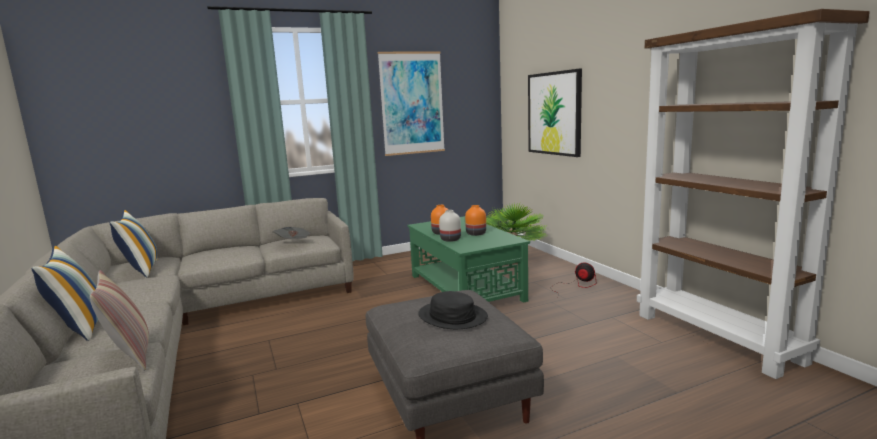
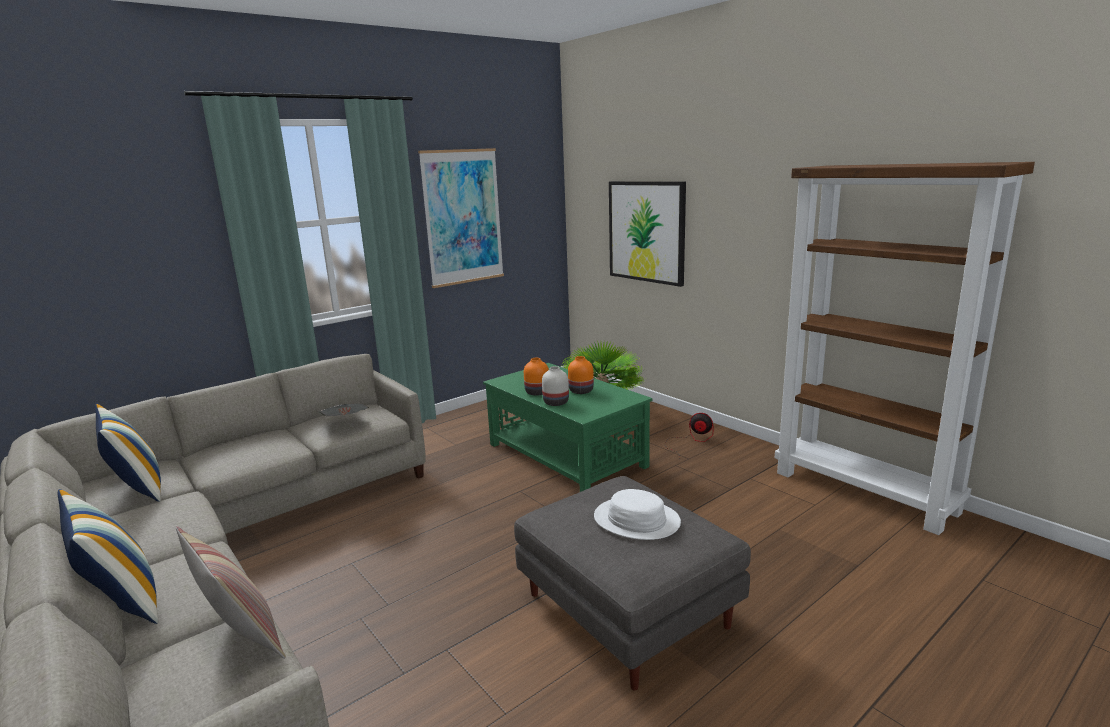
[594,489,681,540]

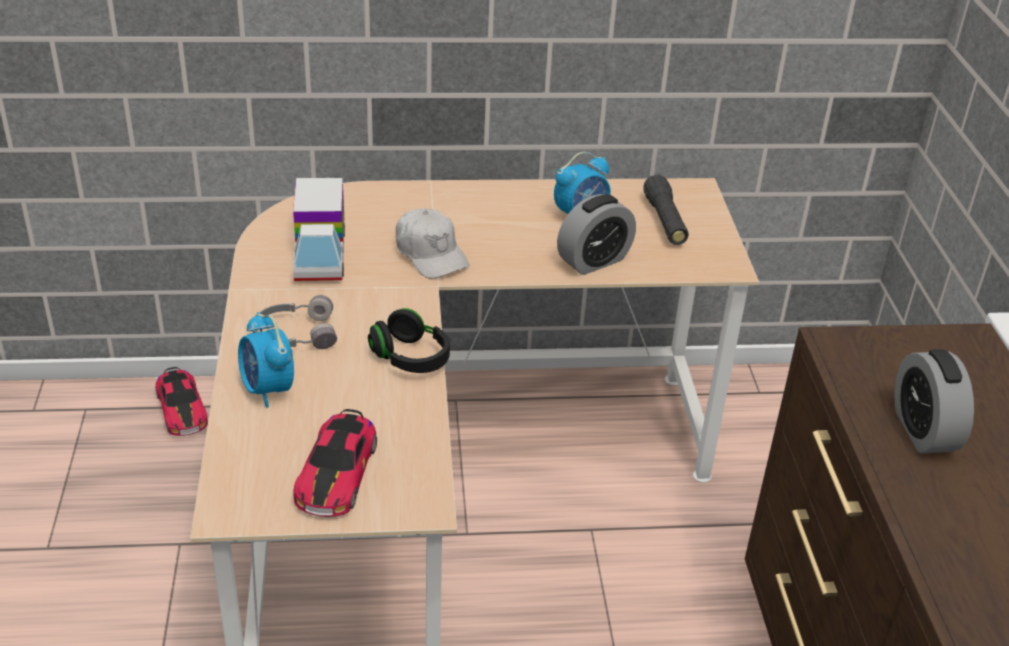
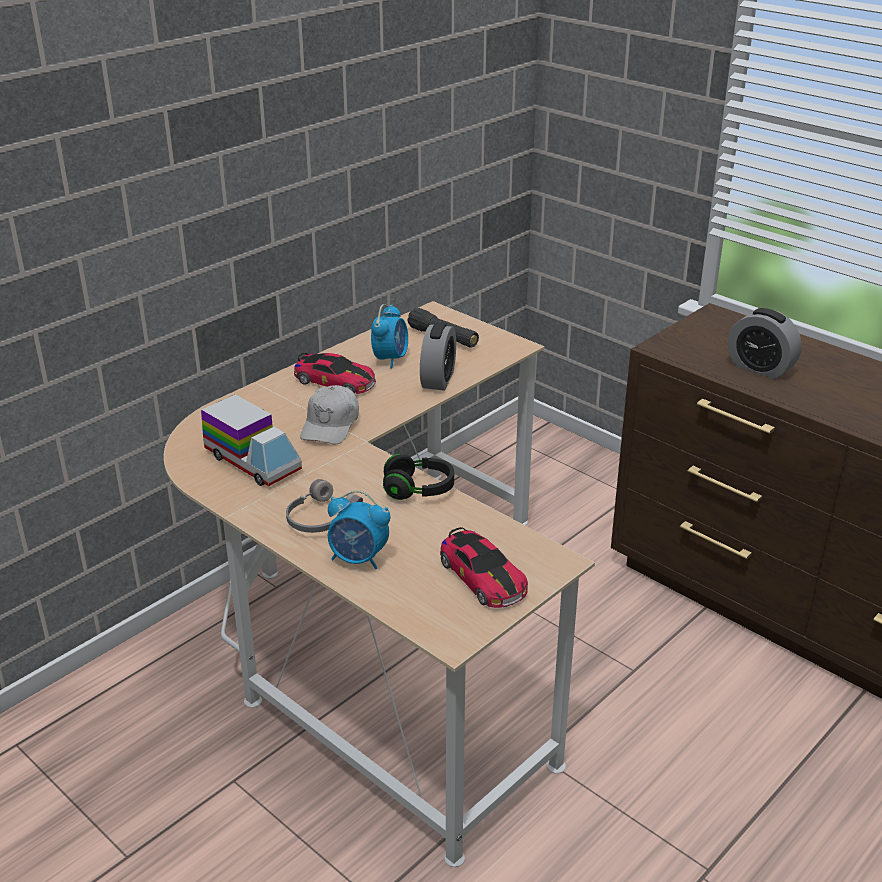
[294,353,376,394]
[300,385,359,444]

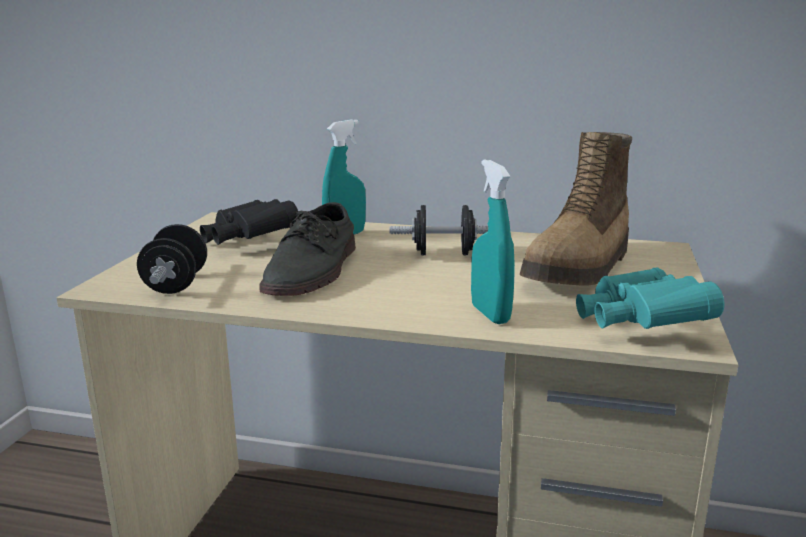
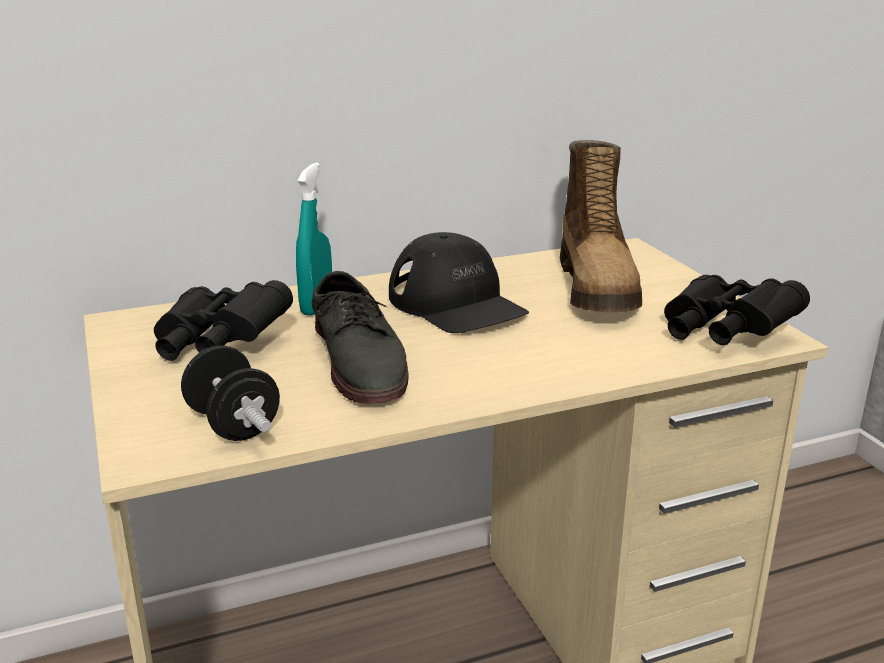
[389,232,529,333]
[664,275,810,345]
[471,159,515,324] (first image)

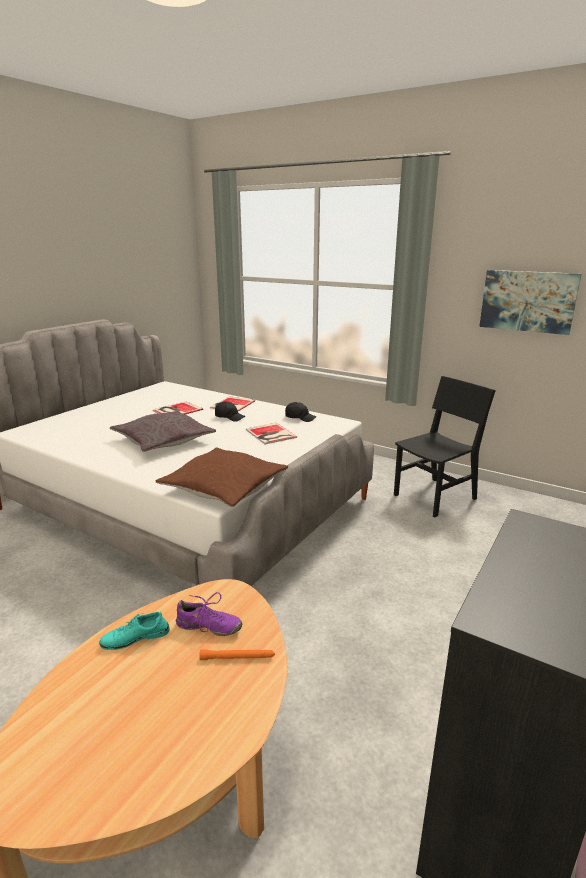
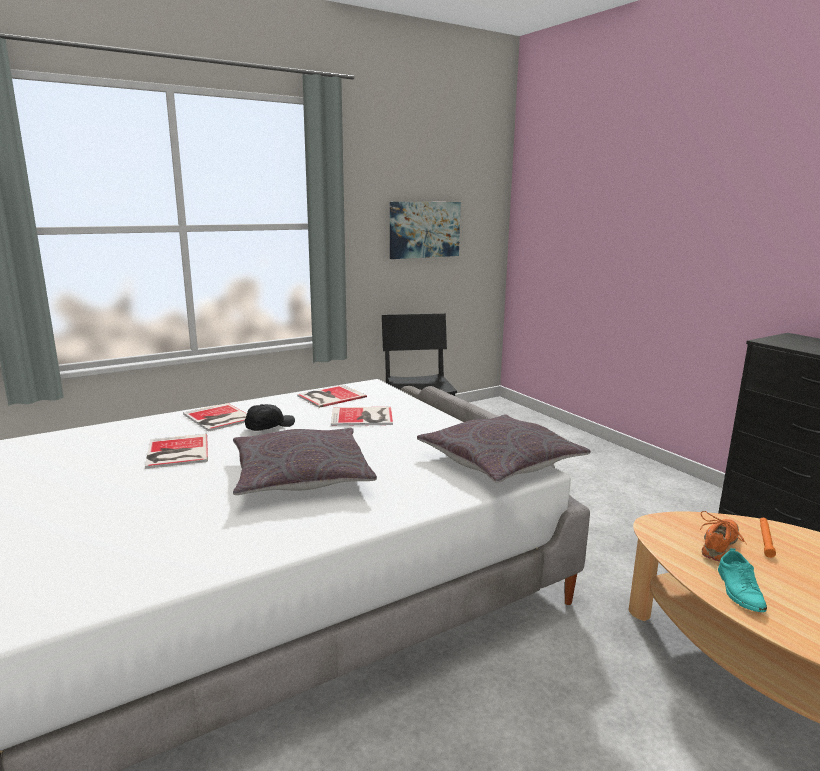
[297,385,367,408]
[417,414,591,483]
[700,511,747,562]

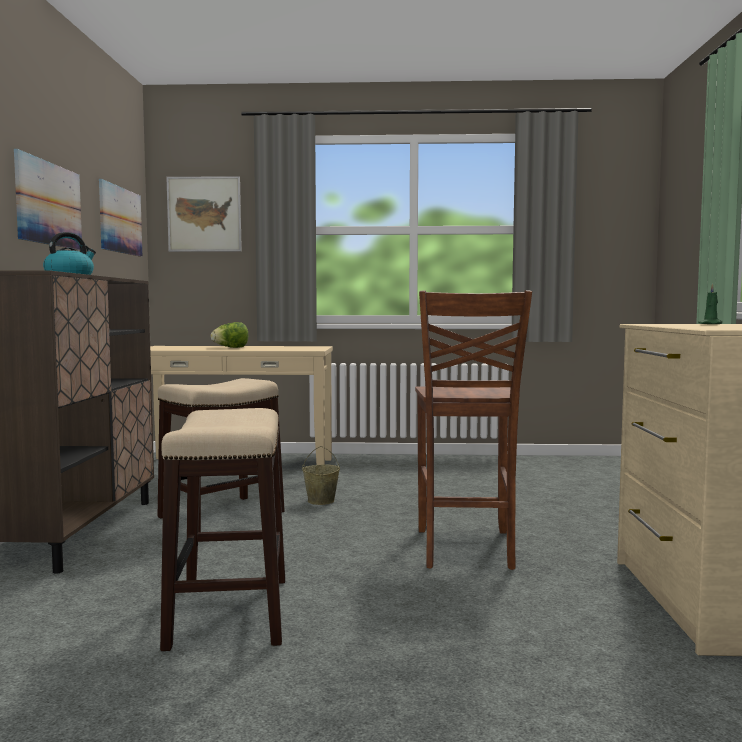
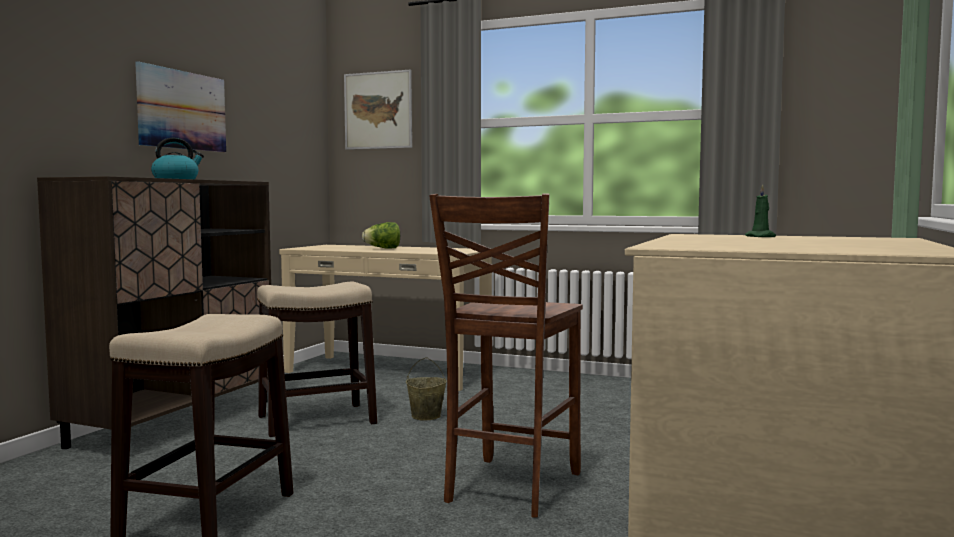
[99,179,142,257] (first image)

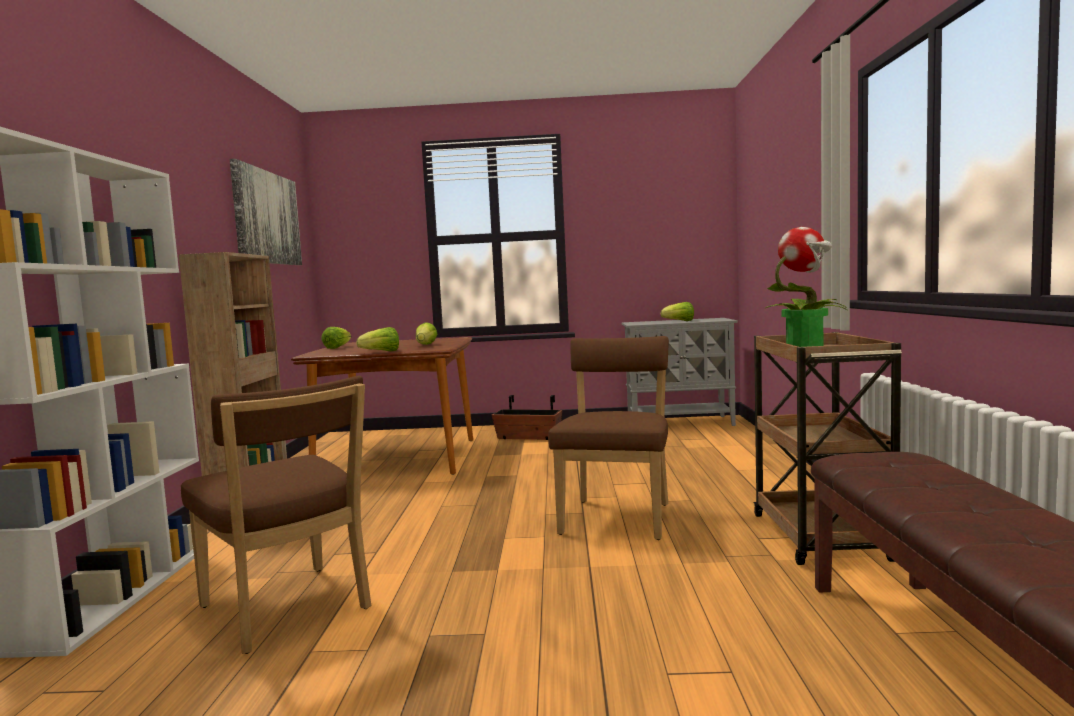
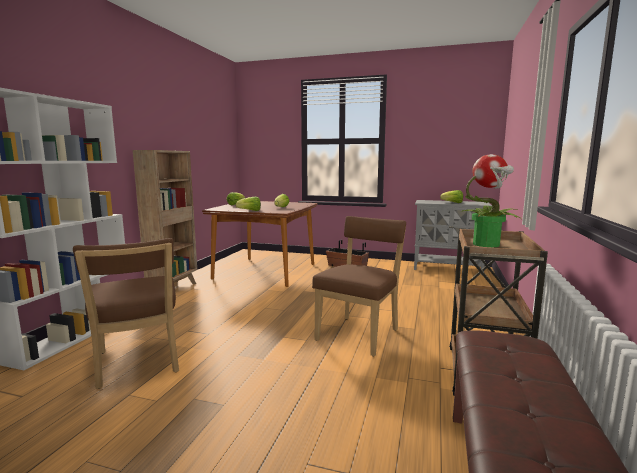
[230,159,302,265] (first image)

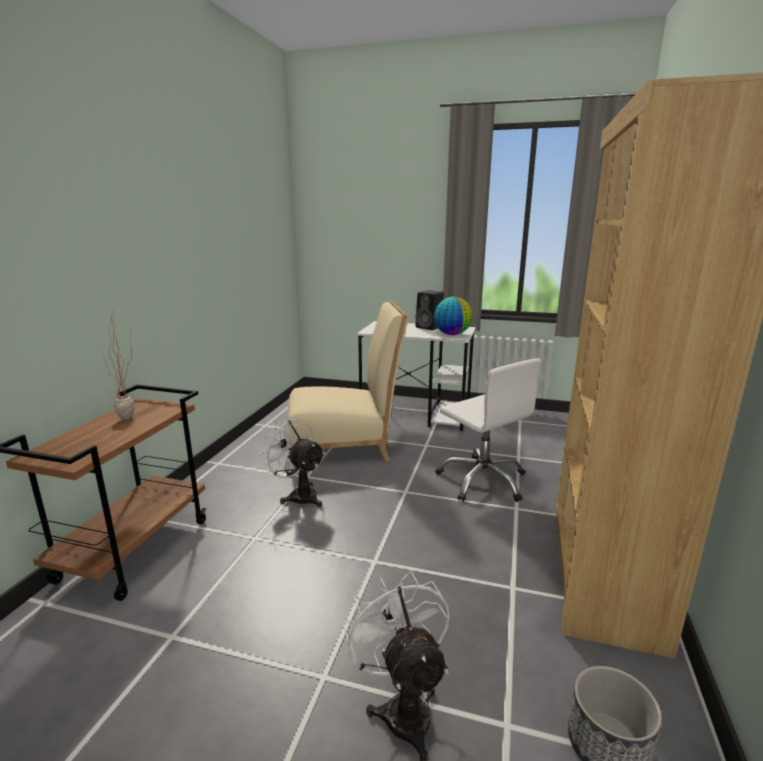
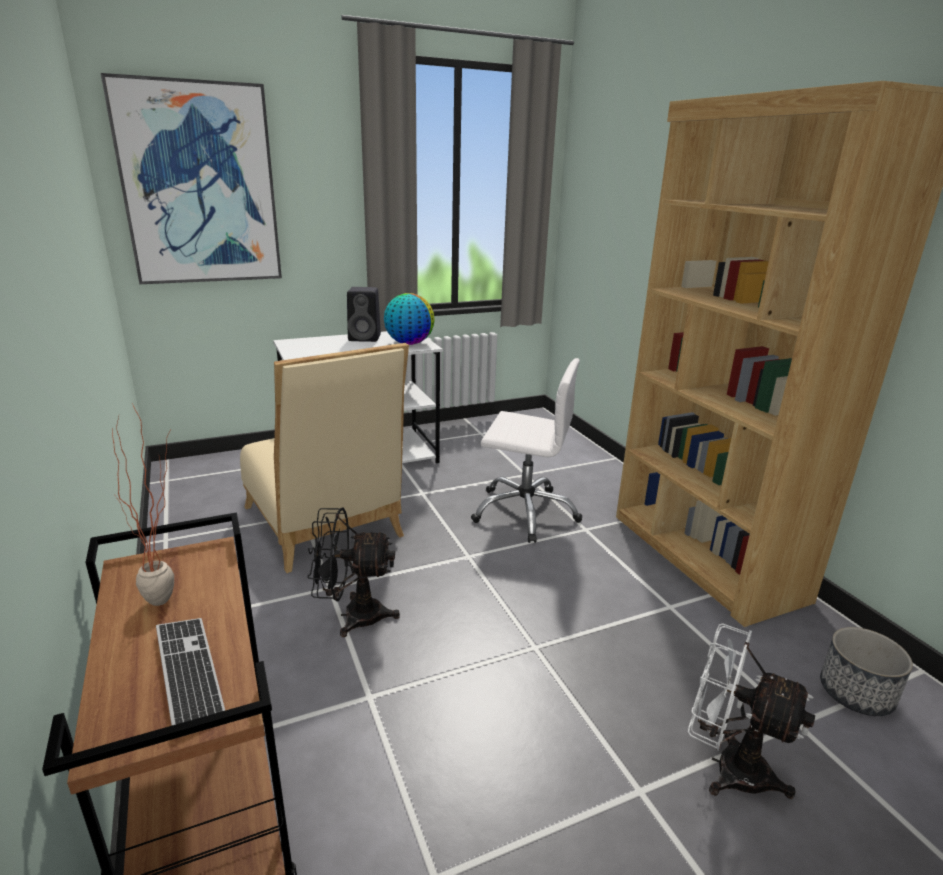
[101,73,282,284]
[156,618,225,726]
[240,343,409,573]
[308,508,400,637]

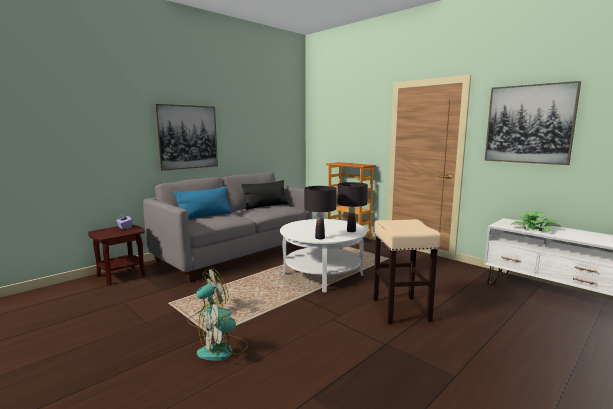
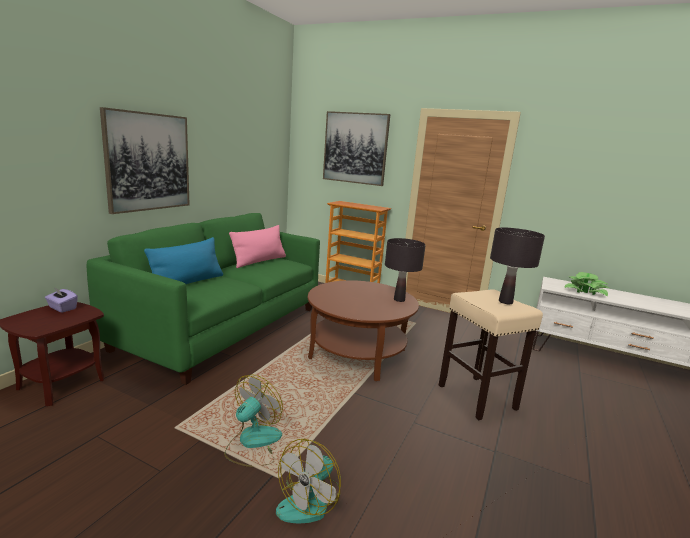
[87,213,320,385]
[229,225,286,268]
[308,280,419,381]
[323,111,390,186]
[490,228,545,304]

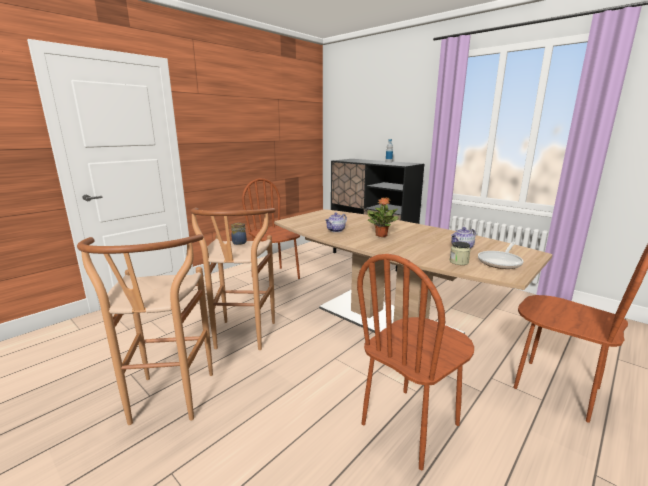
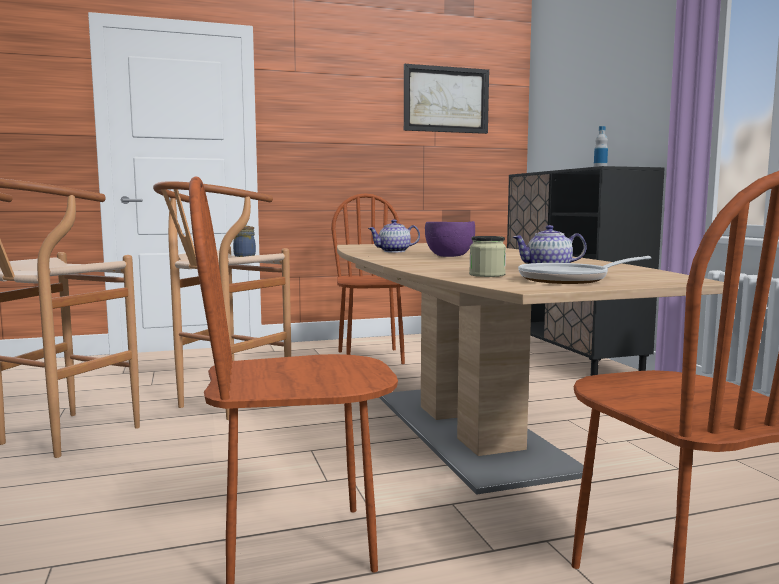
[404,64,489,134]
[425,221,475,257]

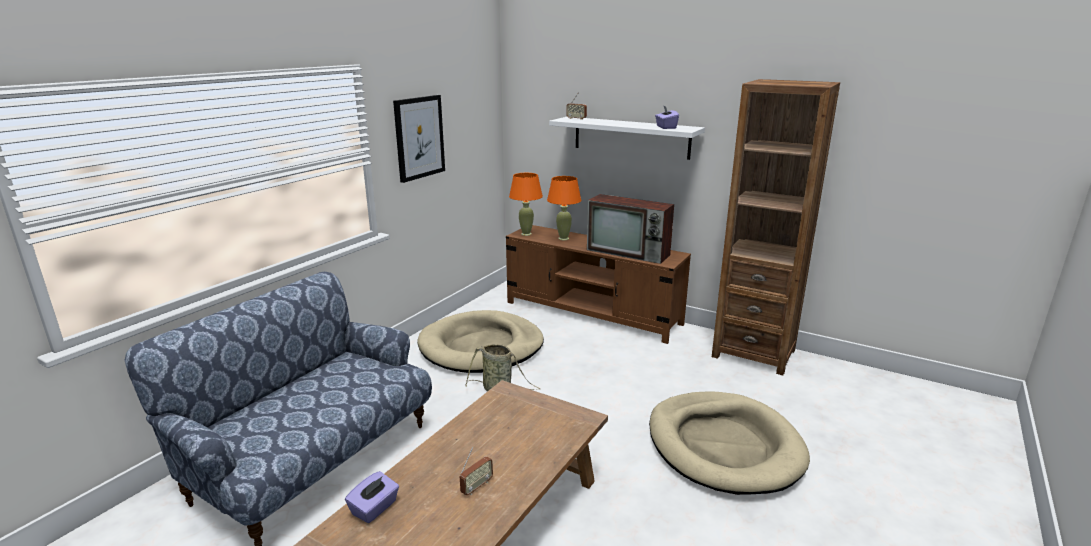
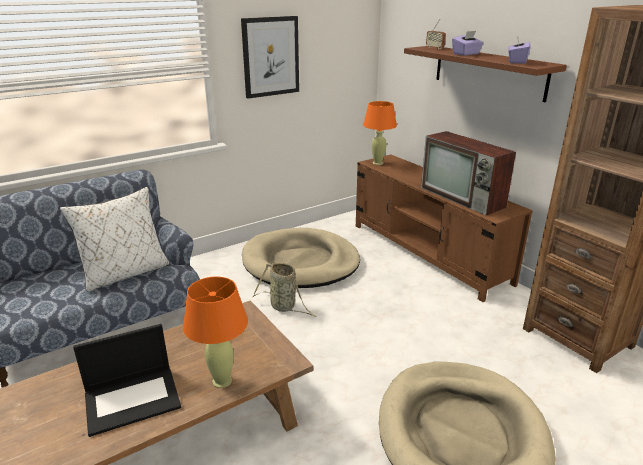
[60,187,169,292]
[73,324,181,437]
[183,276,248,388]
[404,46,567,102]
[452,31,484,56]

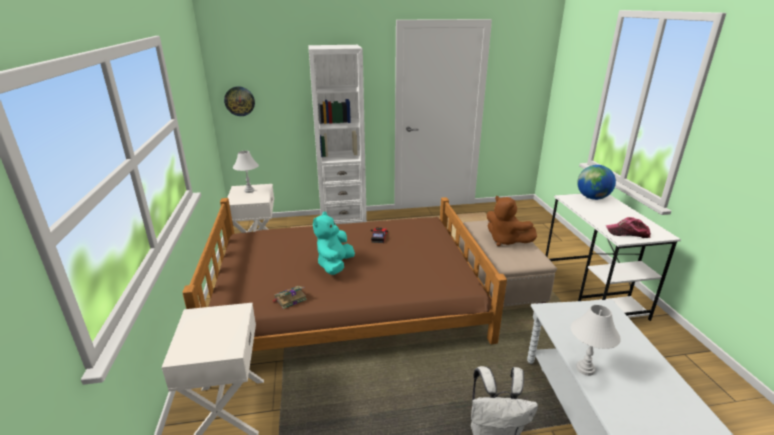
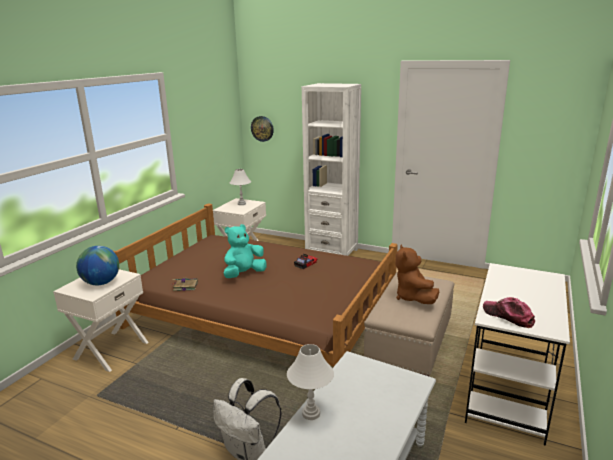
[76,246,119,285]

